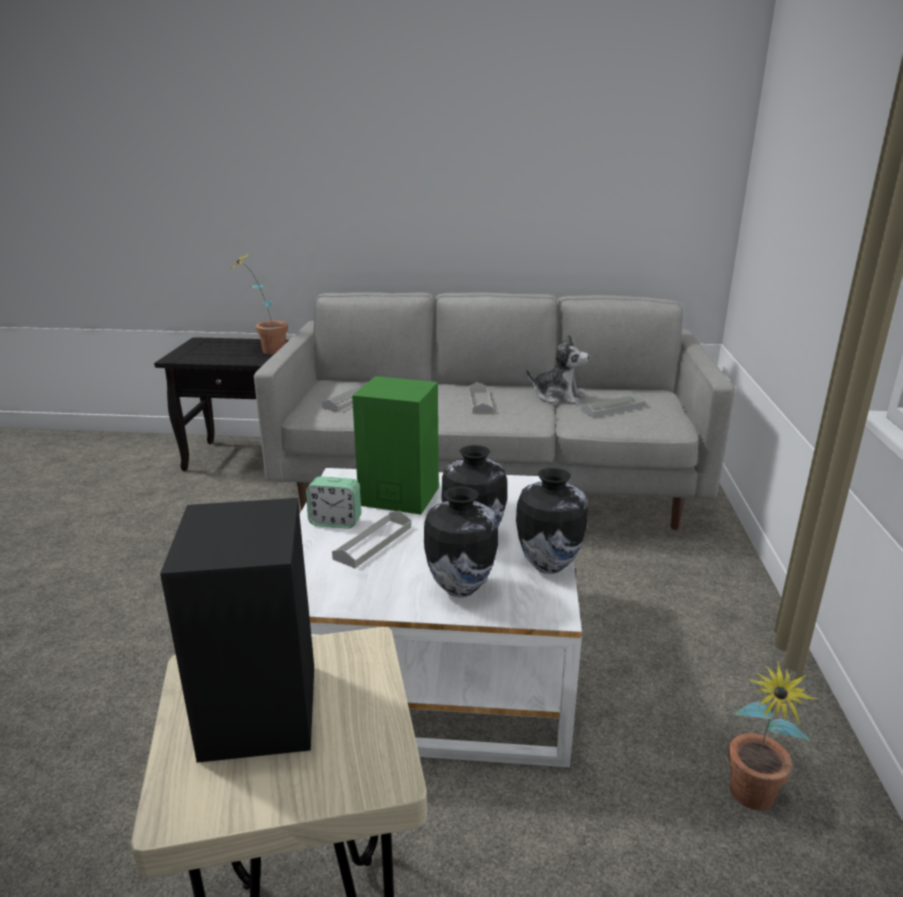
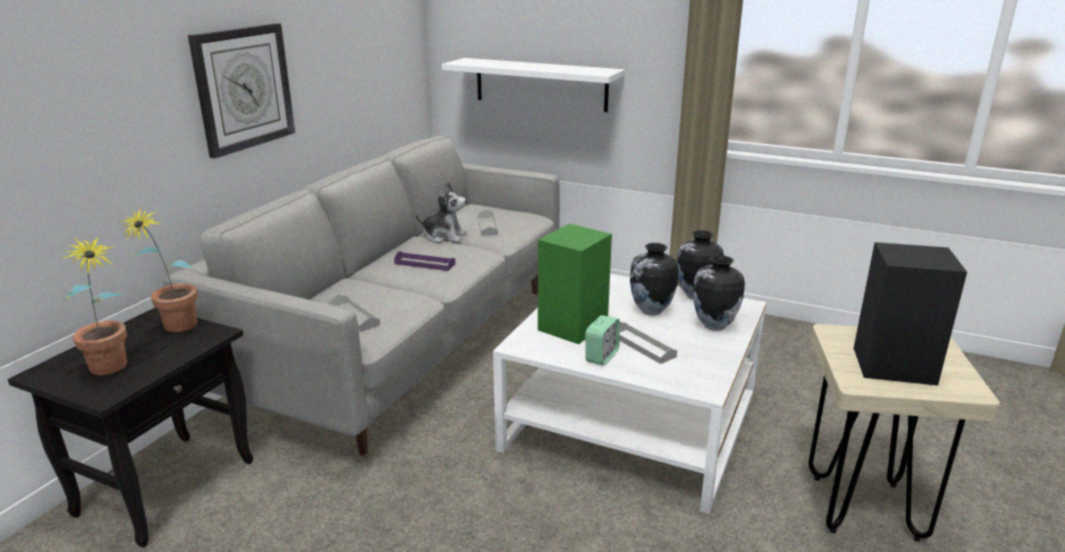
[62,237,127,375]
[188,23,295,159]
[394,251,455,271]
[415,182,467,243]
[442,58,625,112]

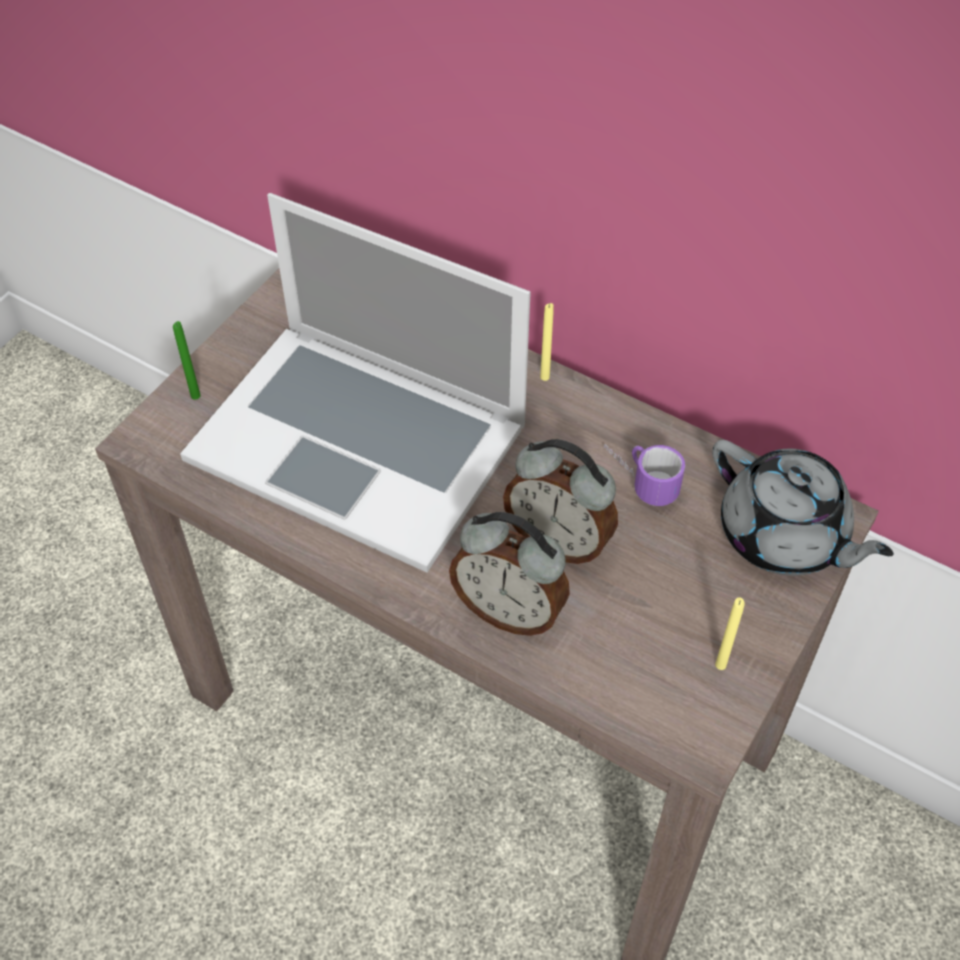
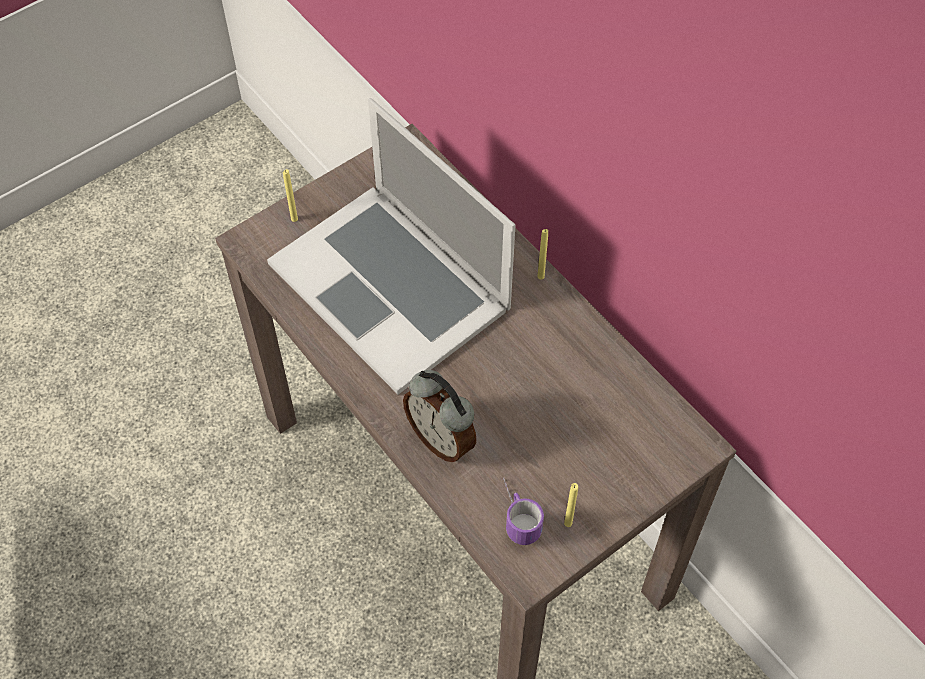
[283,169,298,222]
[503,478,544,545]
[503,439,618,564] (first image)
[712,440,894,576] (first image)

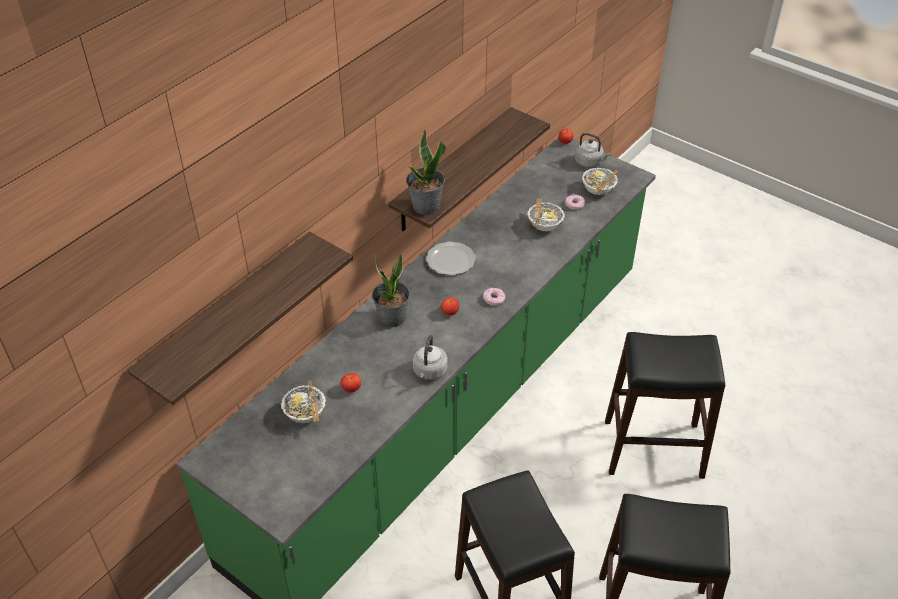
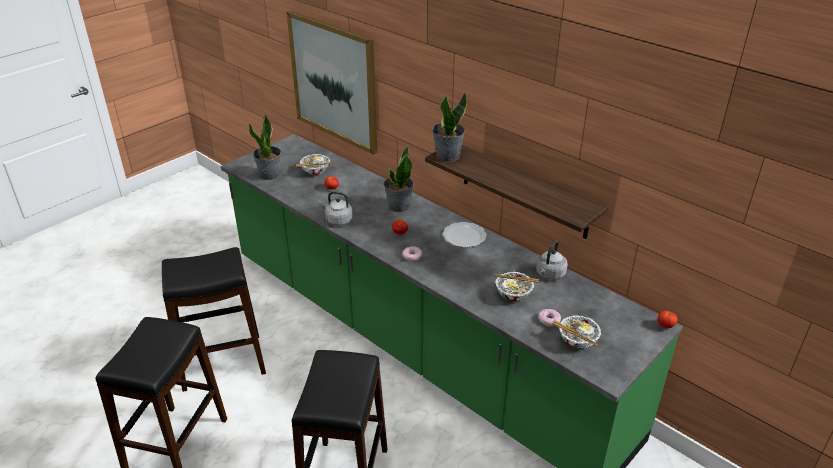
[249,115,281,180]
[286,10,377,155]
[536,241,568,280]

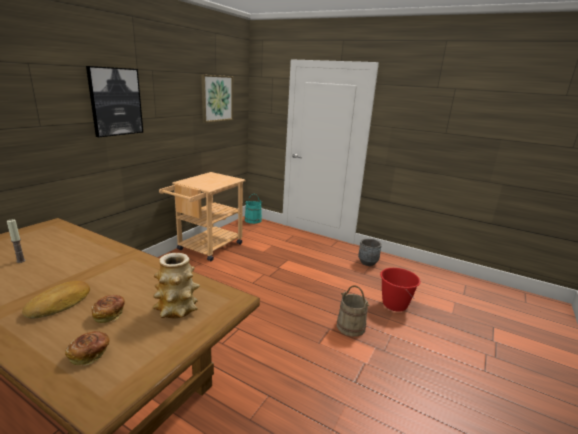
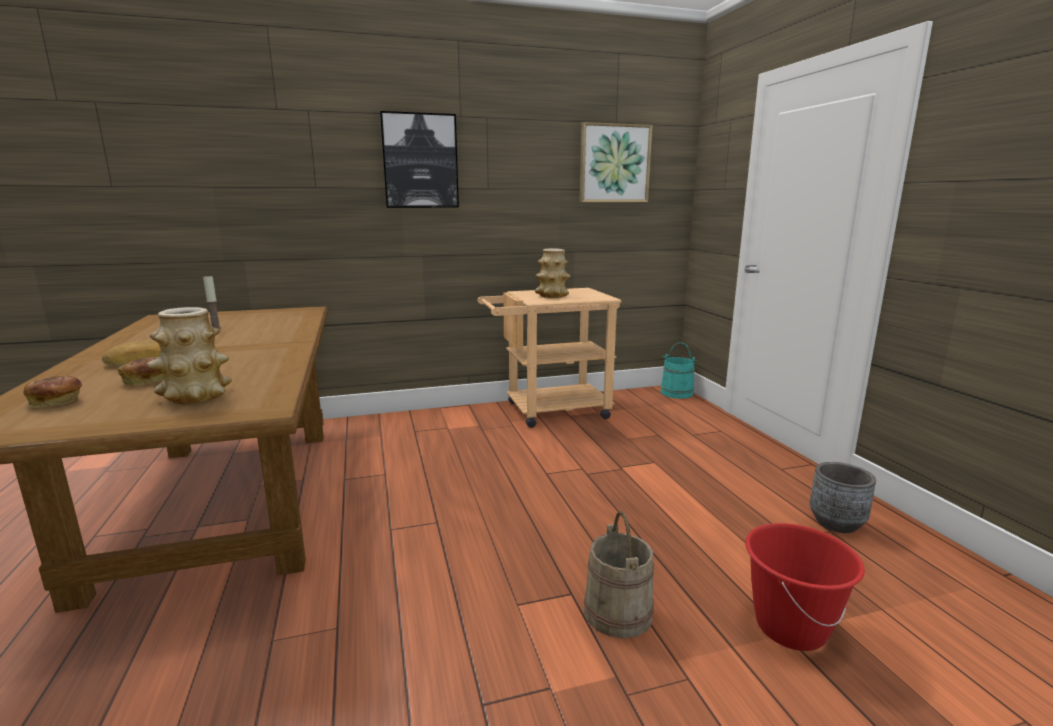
[535,249,571,298]

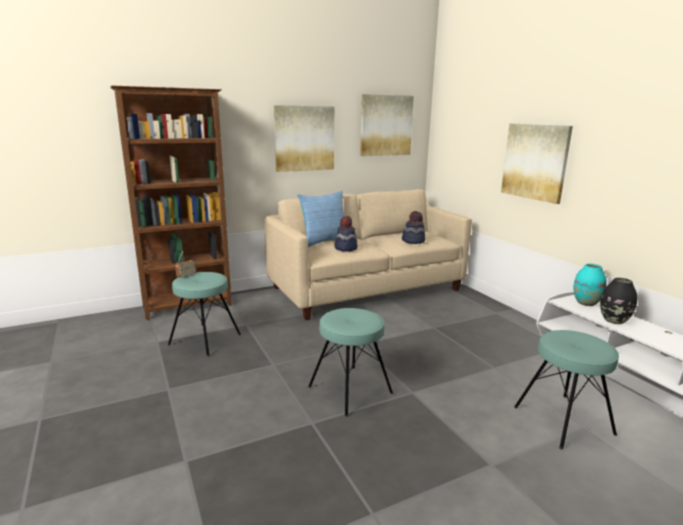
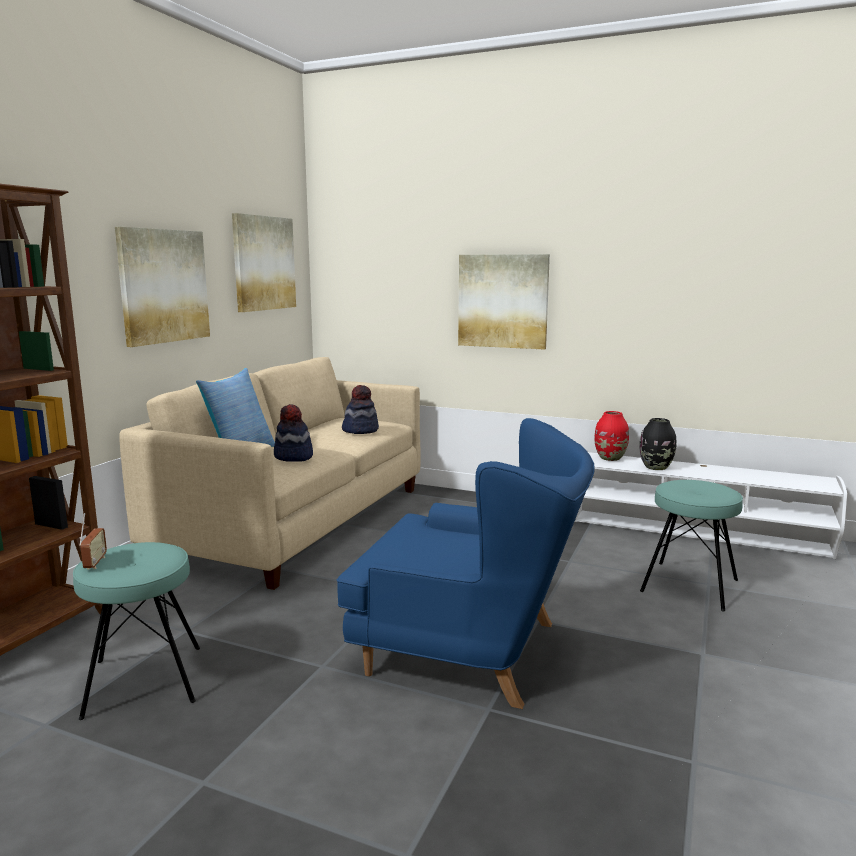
[337,418,595,709]
[594,411,629,461]

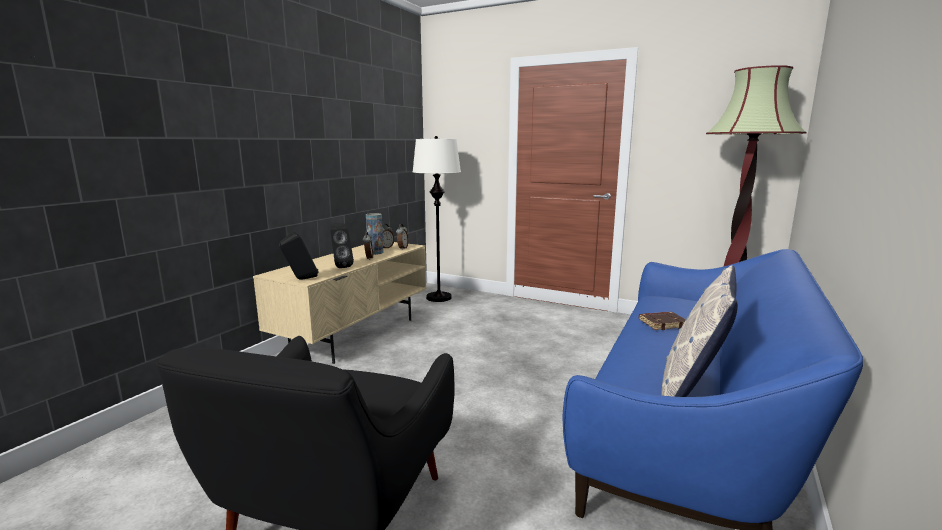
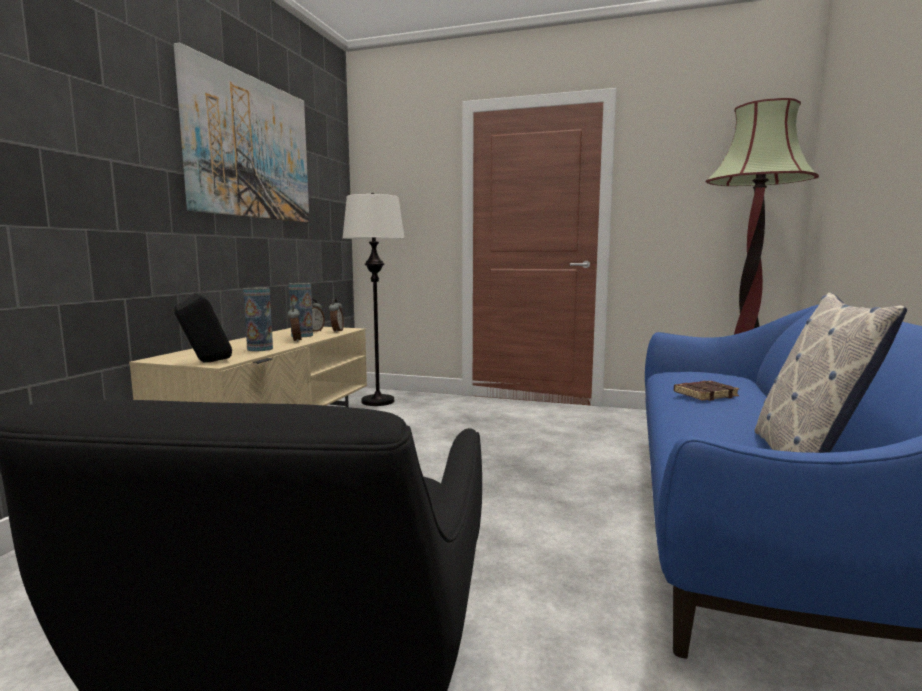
[174,43,309,222]
[243,288,273,351]

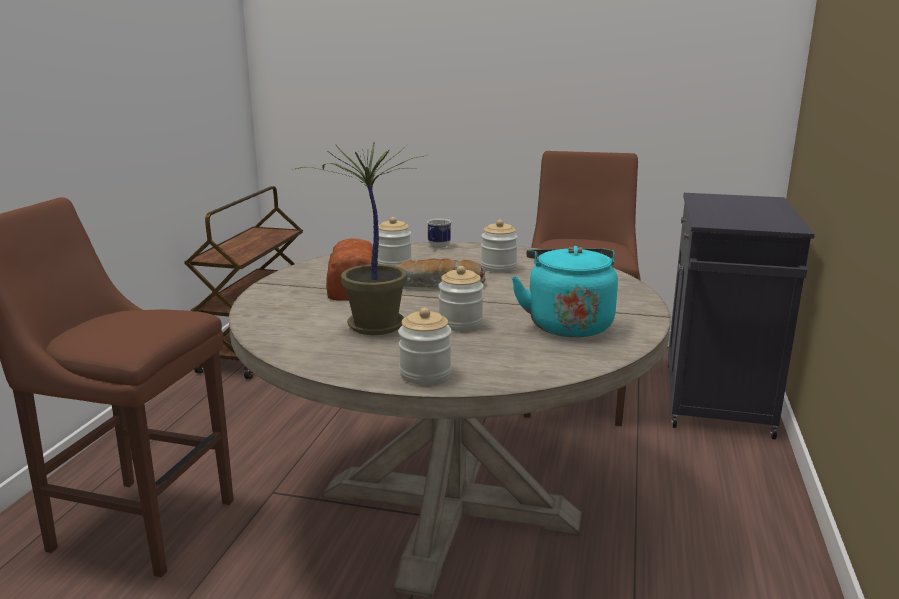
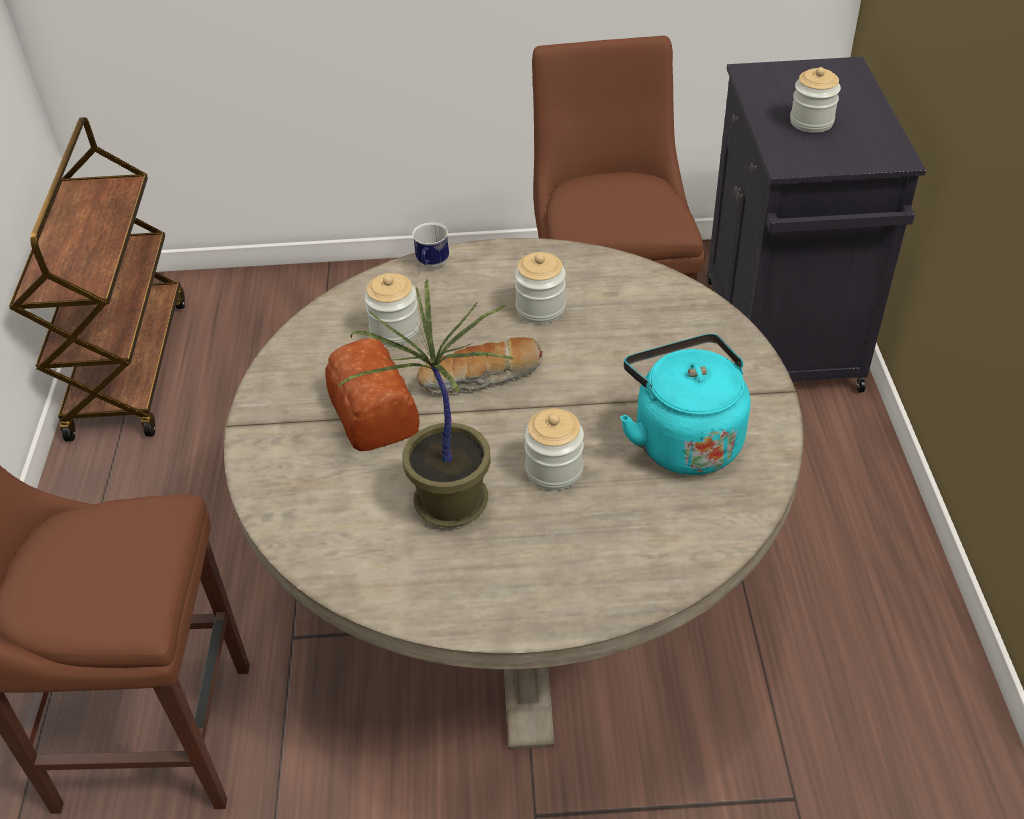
[790,67,841,133]

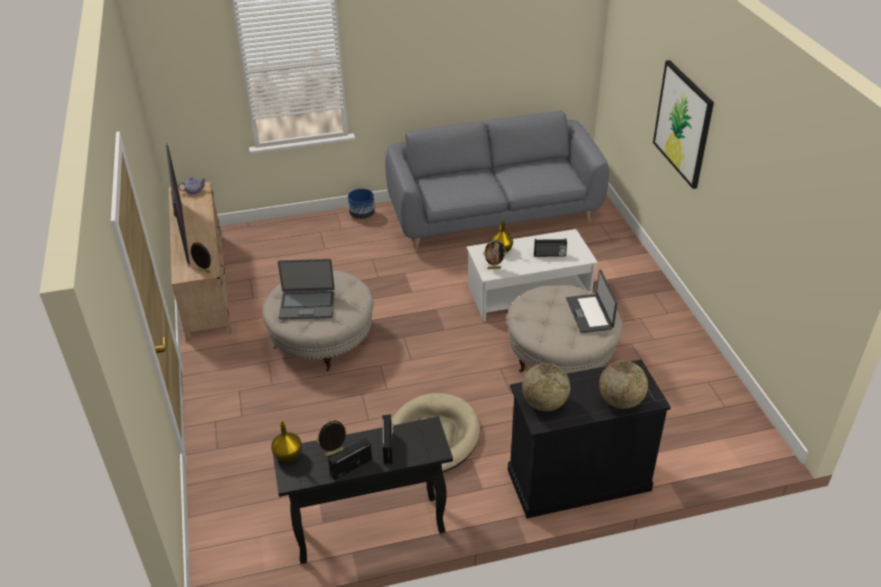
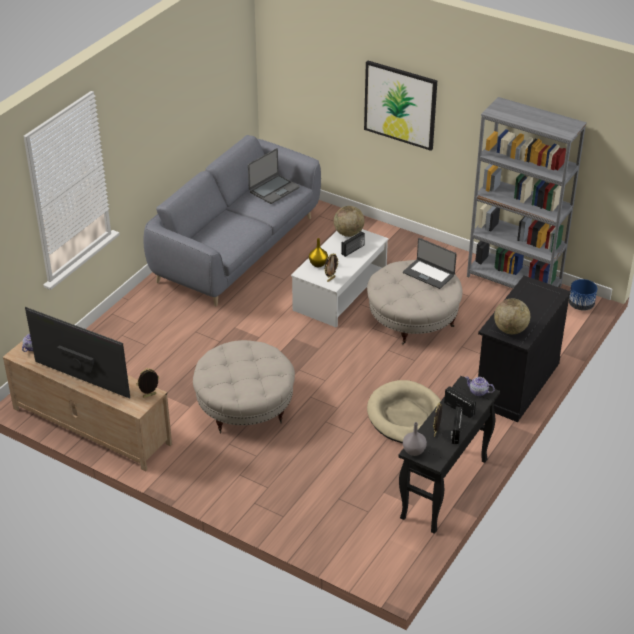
[248,148,300,204]
[334,206,364,237]
[403,422,427,456]
[465,376,494,396]
[467,97,587,288]
[569,279,597,310]

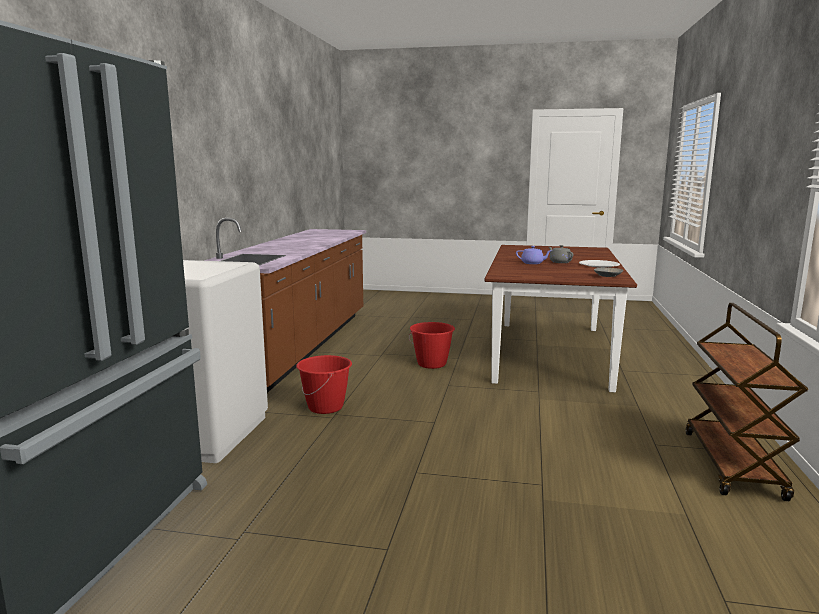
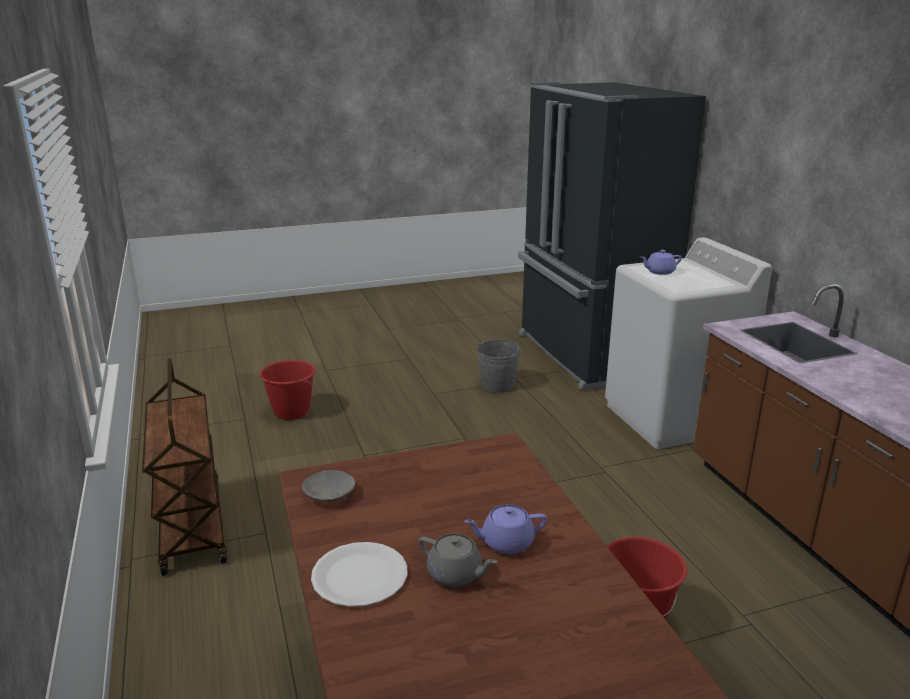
[260,360,316,420]
[477,339,521,393]
[641,250,682,275]

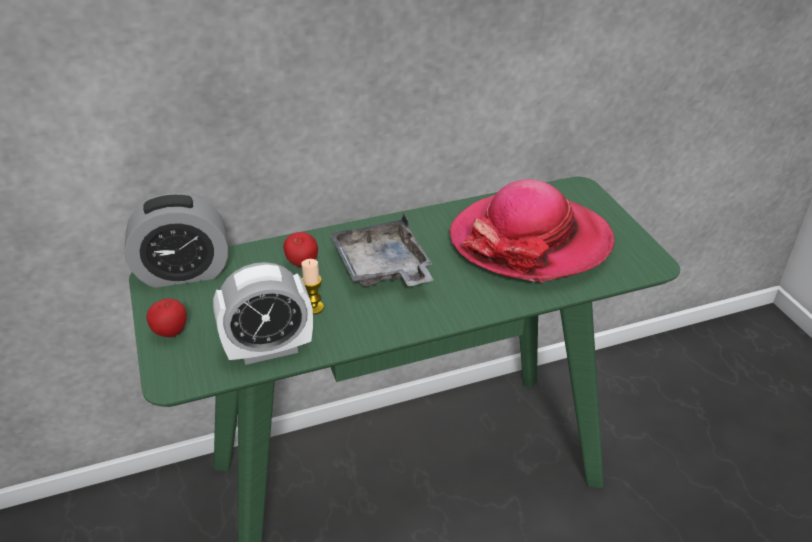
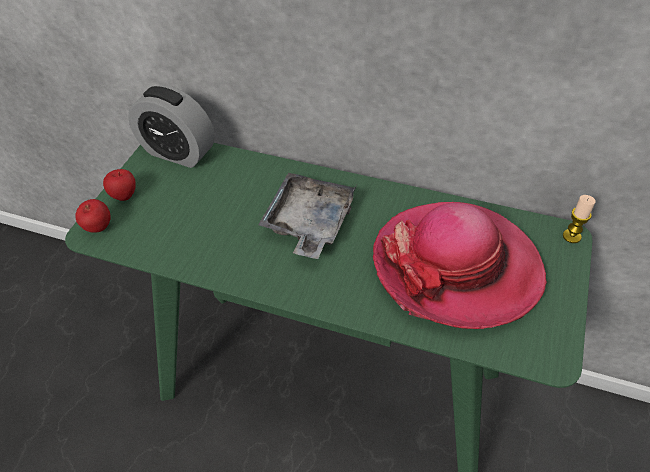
[75,199,111,233]
[563,195,596,243]
[213,262,313,365] (first image)

